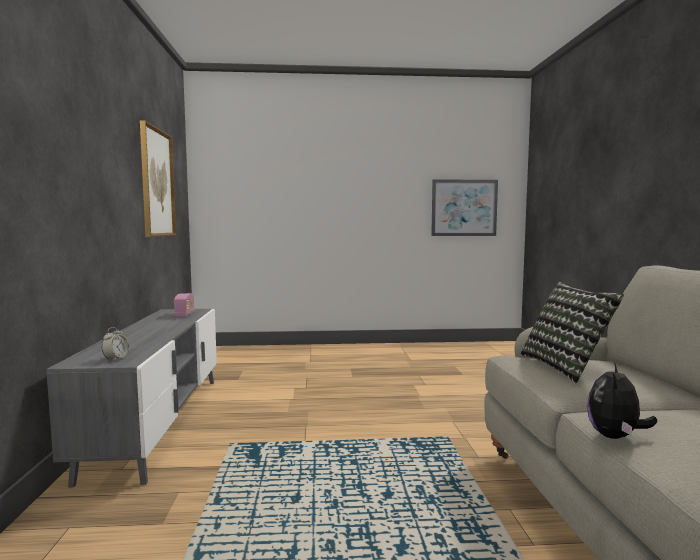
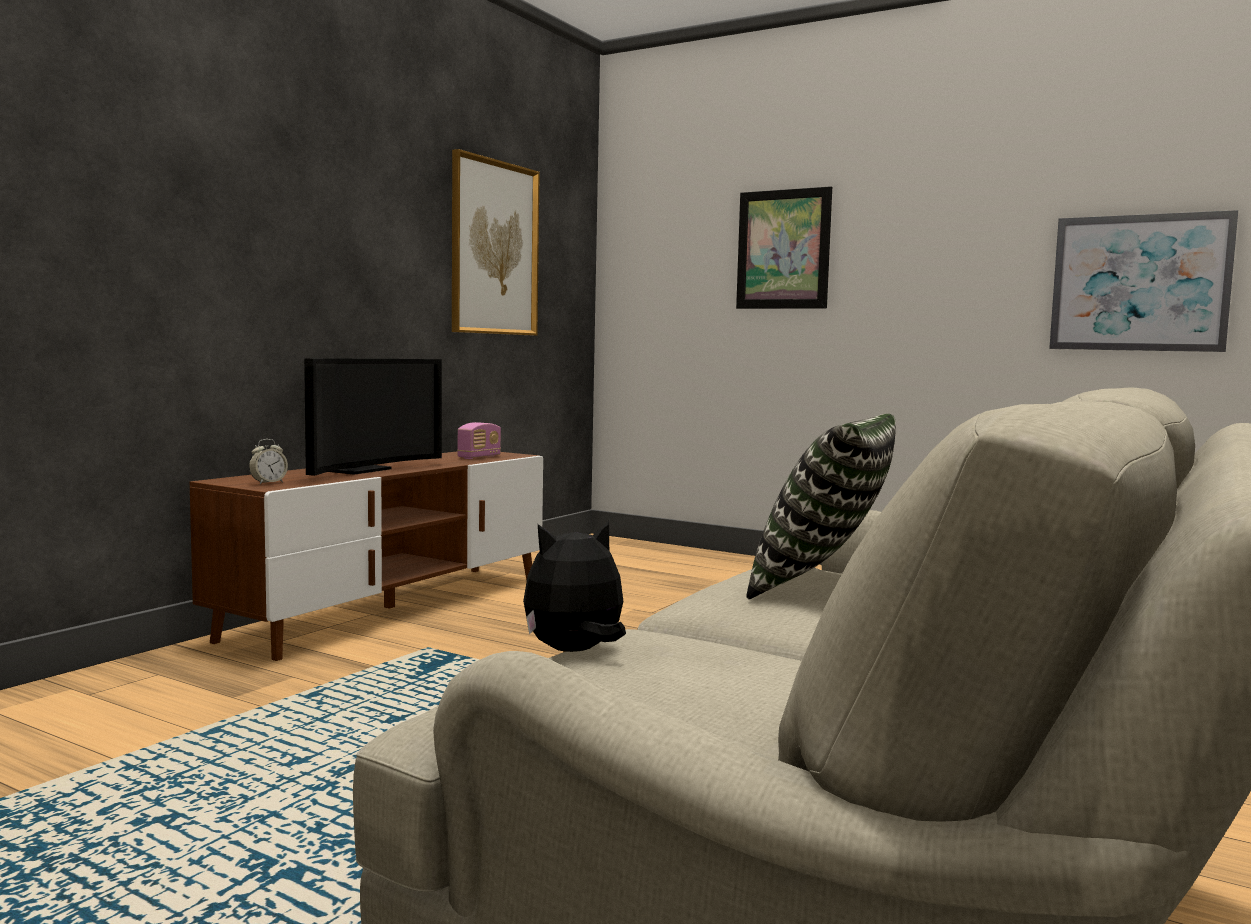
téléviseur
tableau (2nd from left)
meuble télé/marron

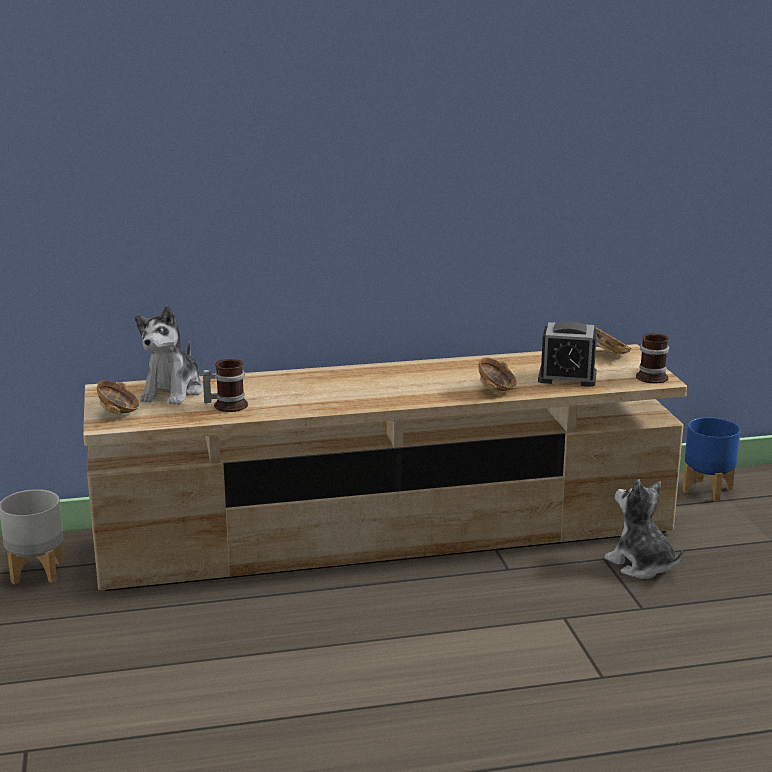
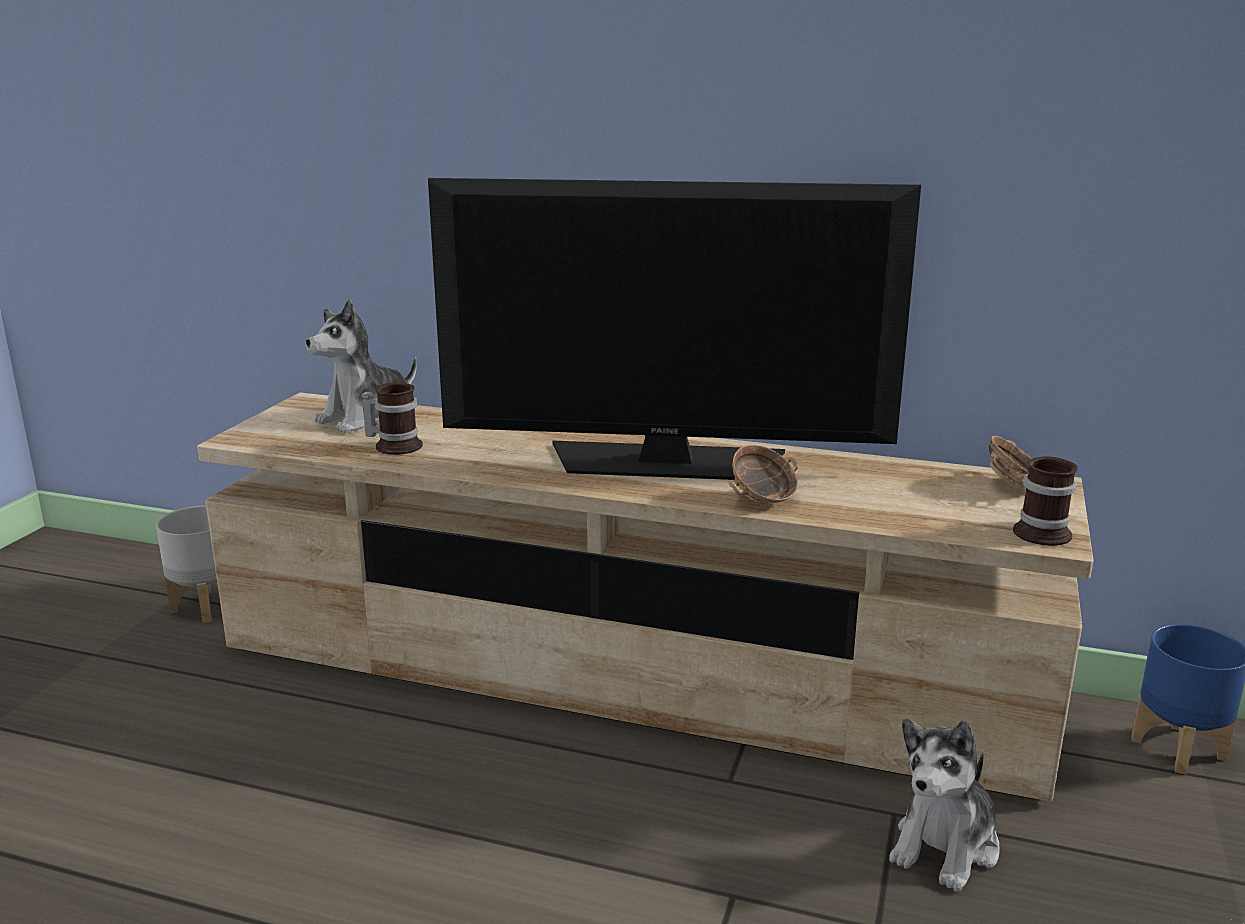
bol (1st from left in the first image)
réveil
téléviseur
peluche (2nd from left)

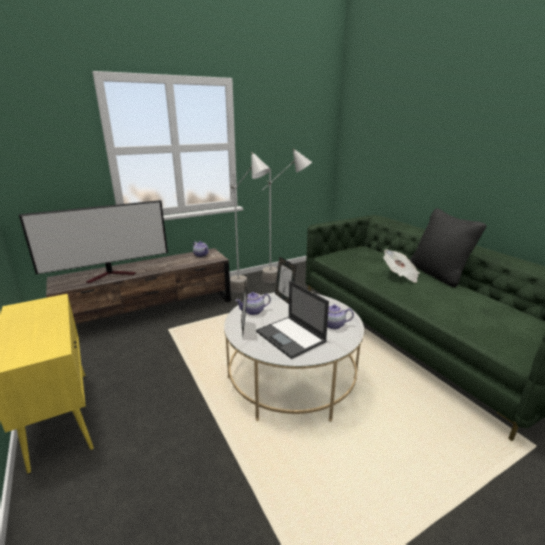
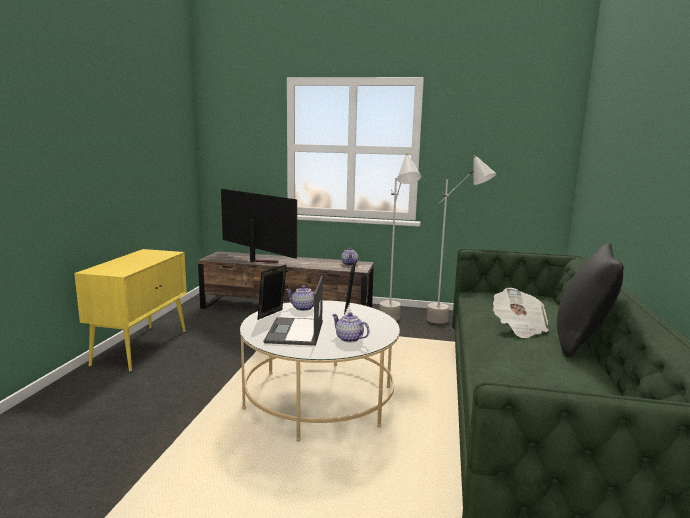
téléviseur

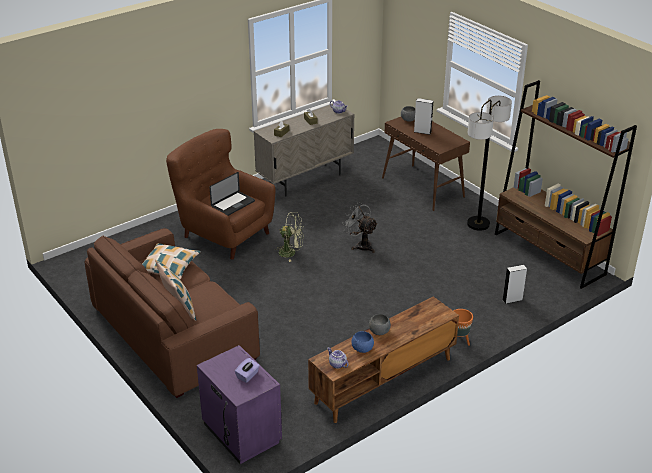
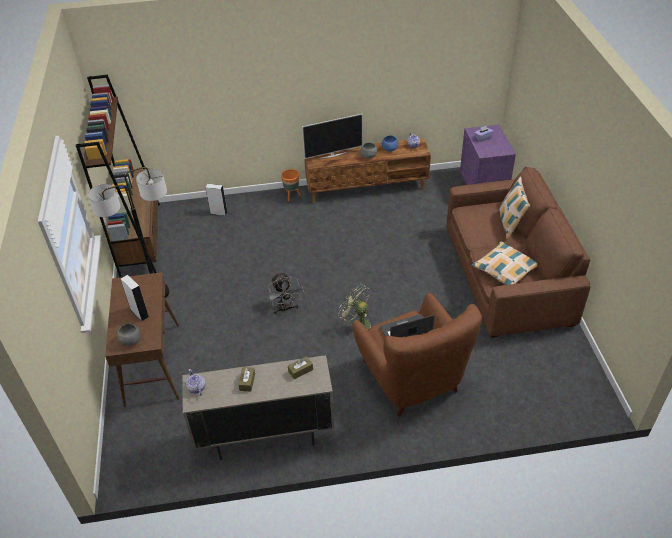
téléviseur

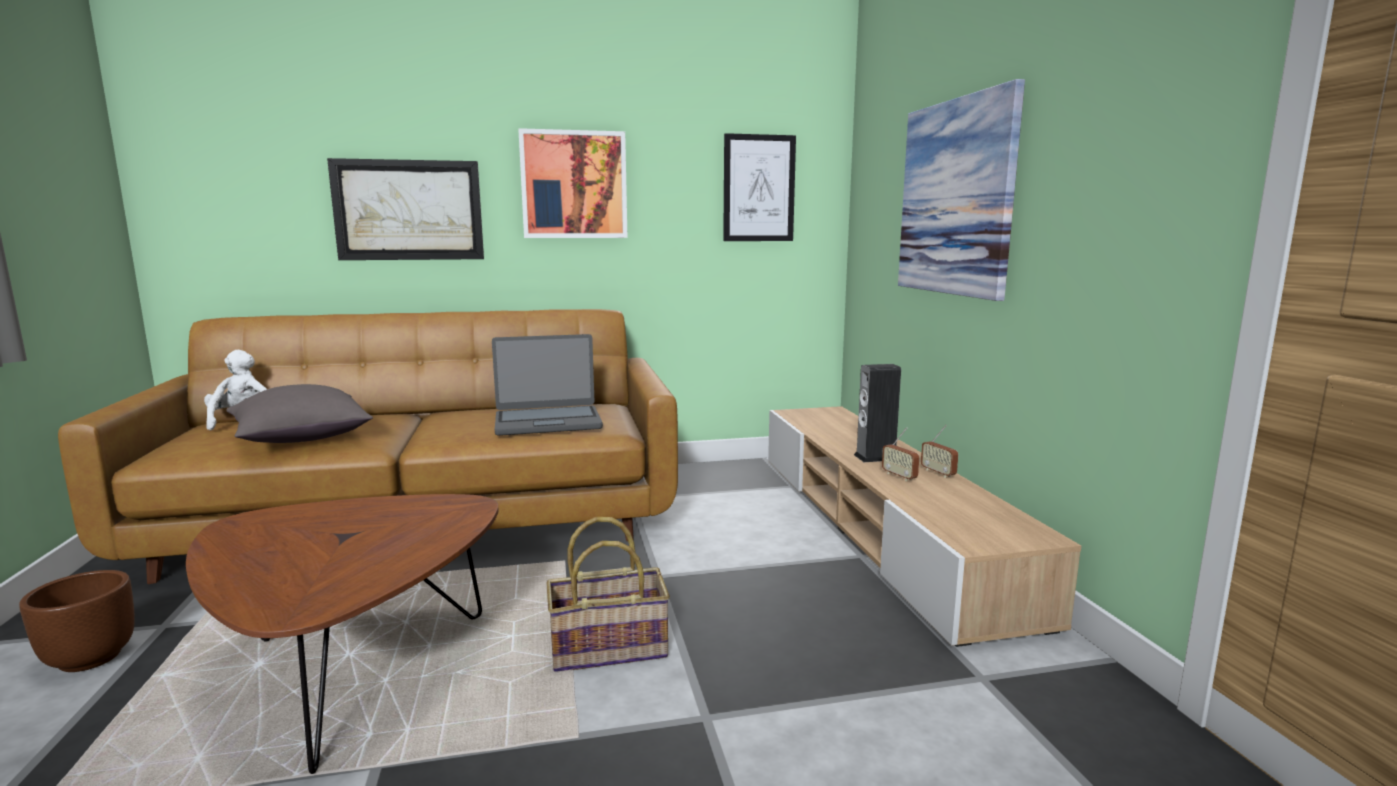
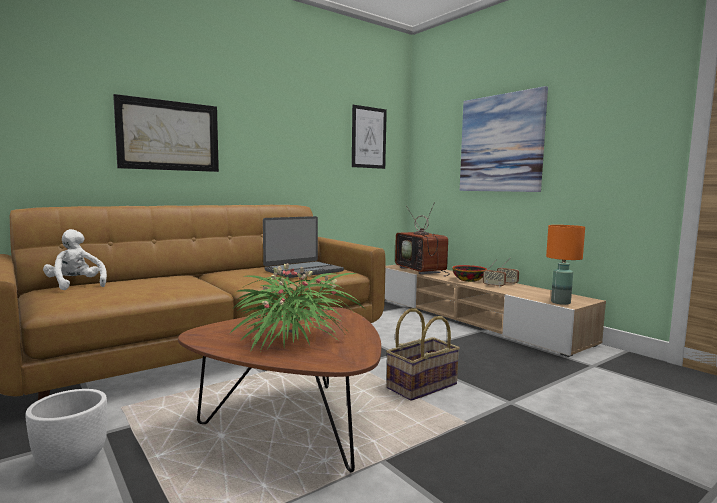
coussin/gris
tableau (2nd from left in the first image)
plante en pot
téléviseur
lampe de table/orange
bol
cache-pot/blanc

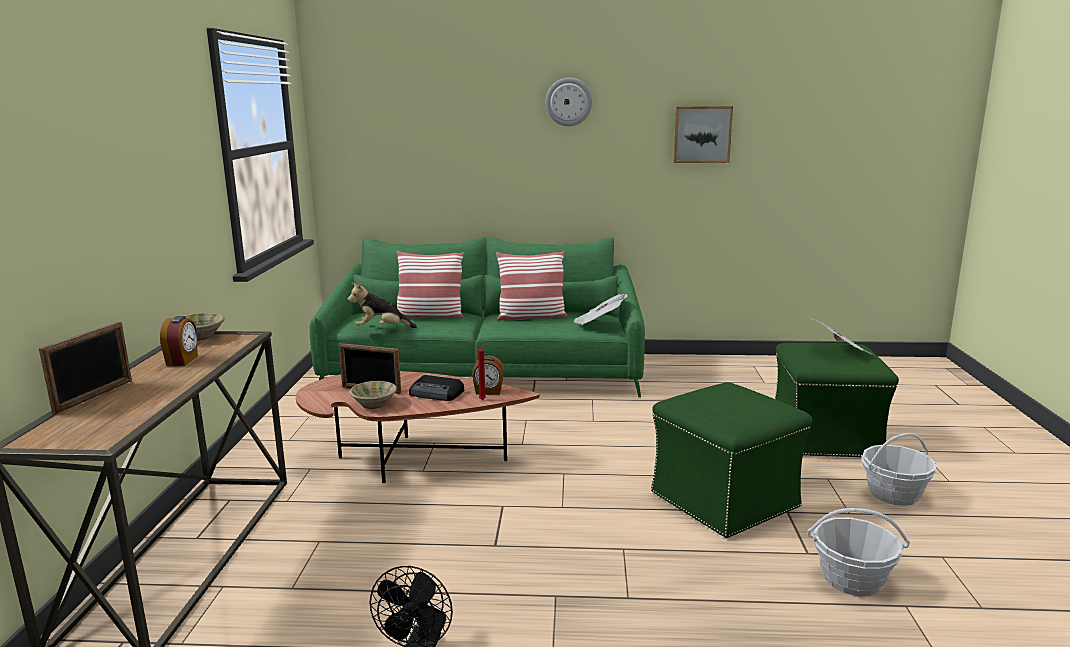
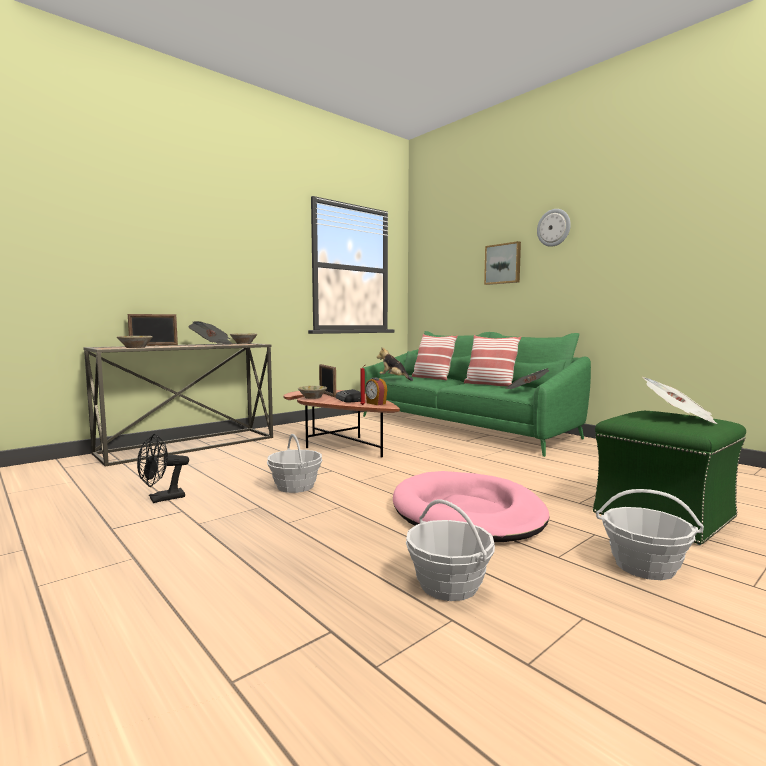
bol/beige (1st from left)
panier (1st from left)
tableau
journal (1st from left)
panier pour chien/rose

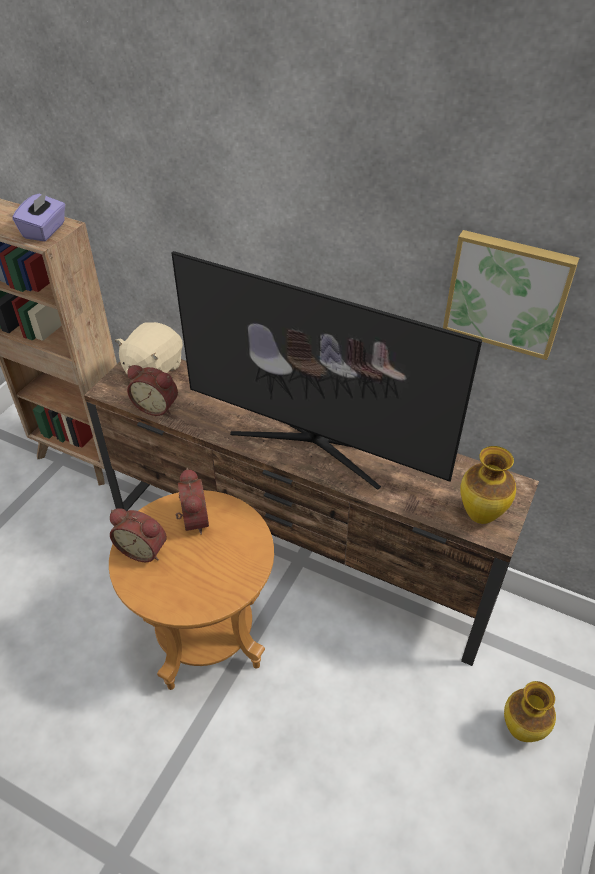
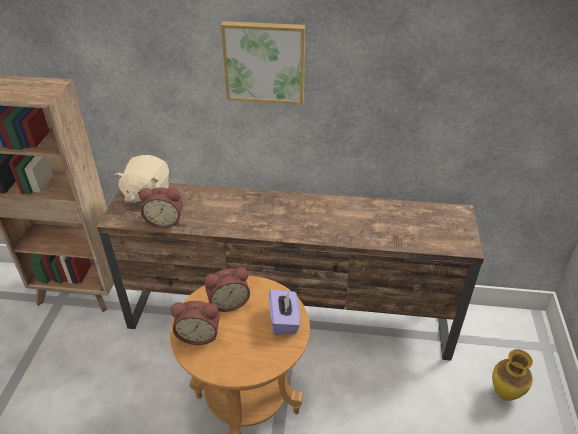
téléviseur
vase (1st from left in the first image)
boîte à mouchoirs/violet
tableau
réveil (3rd from left)

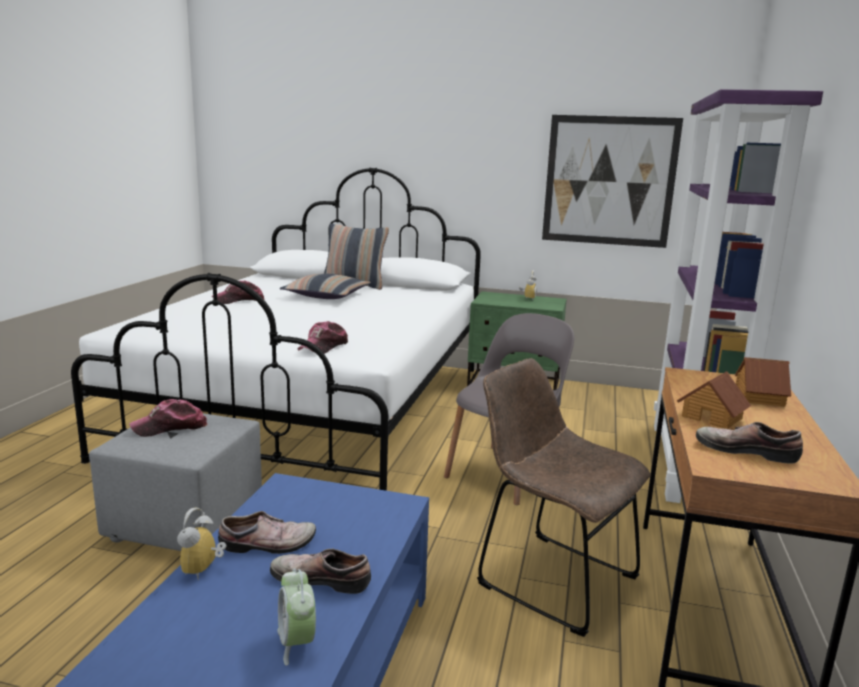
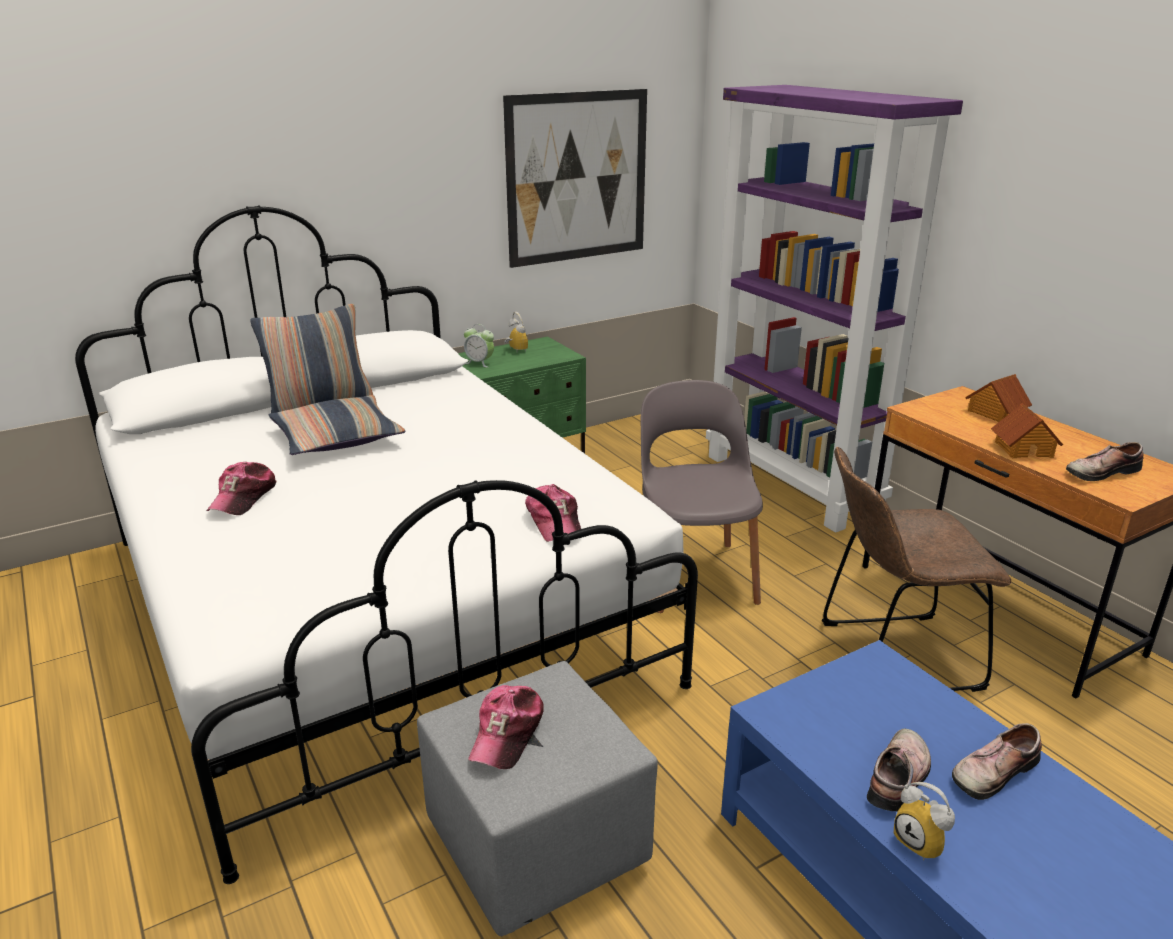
réveil (1st from left)

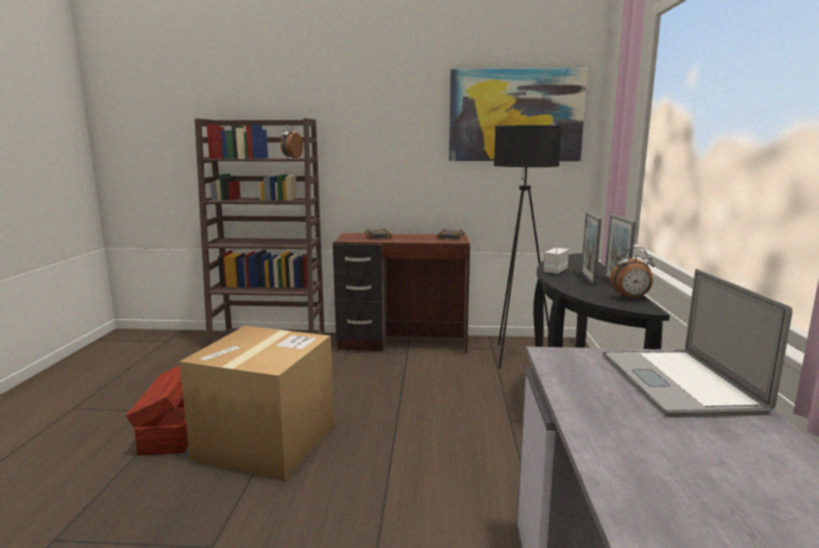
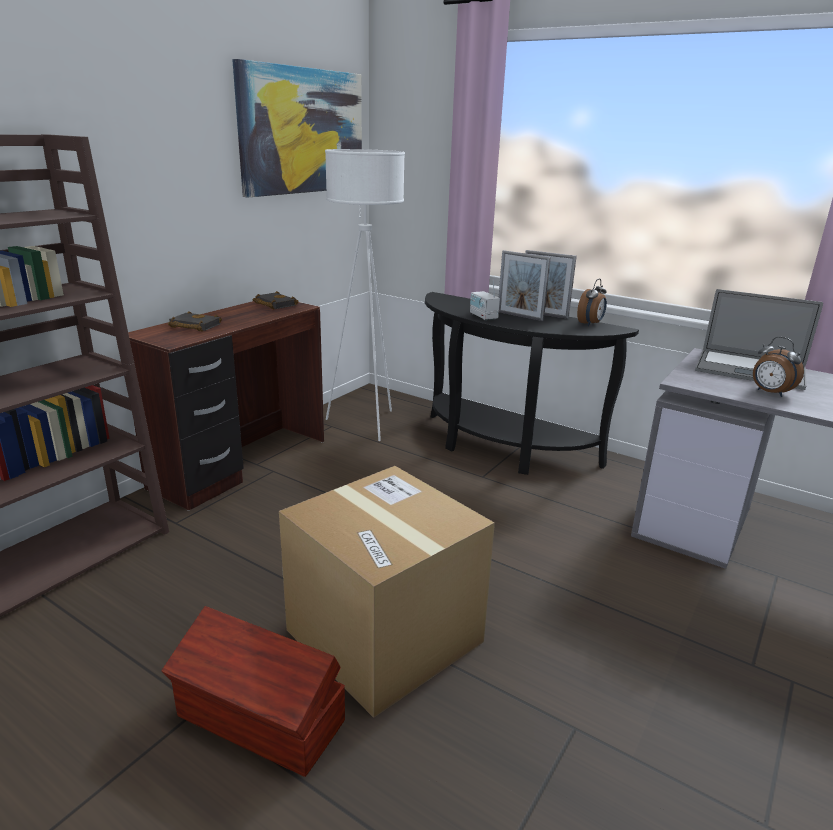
réveil (2nd from left)
lampadaire/blanc

